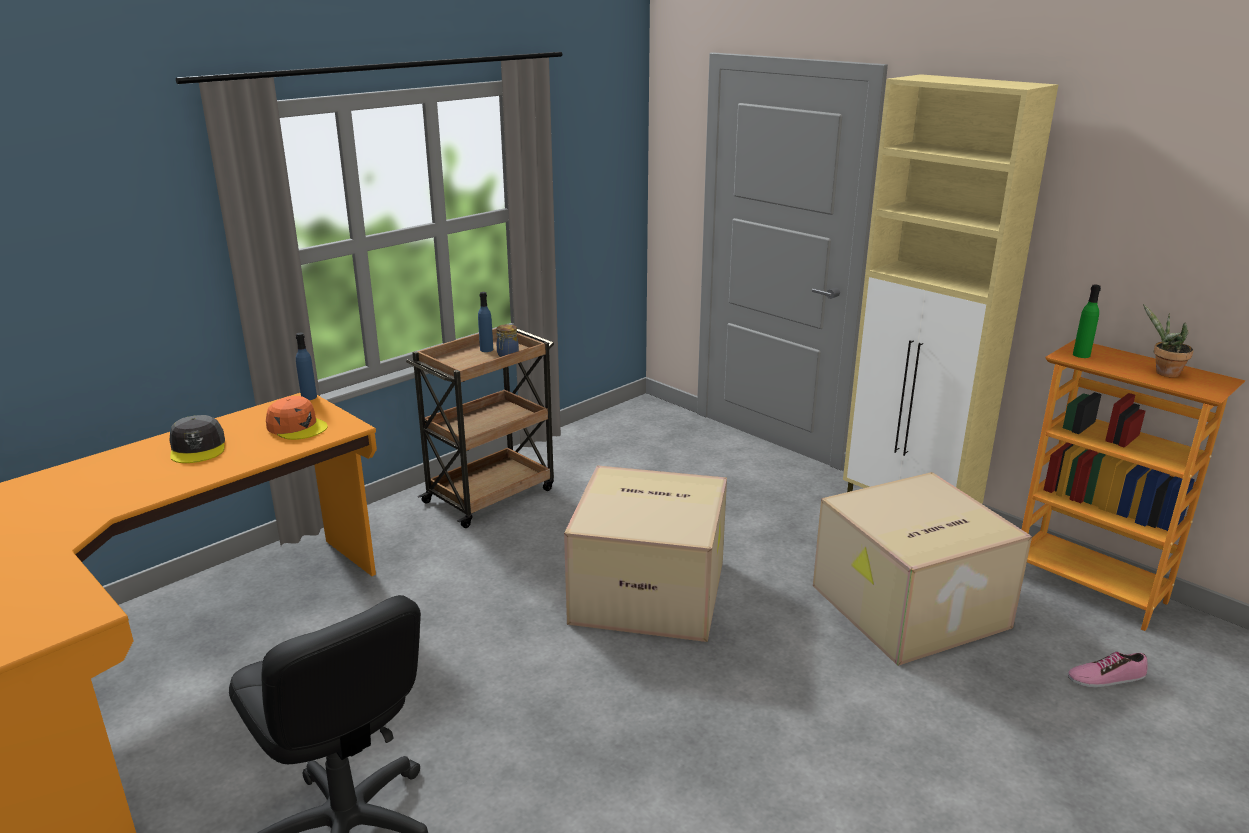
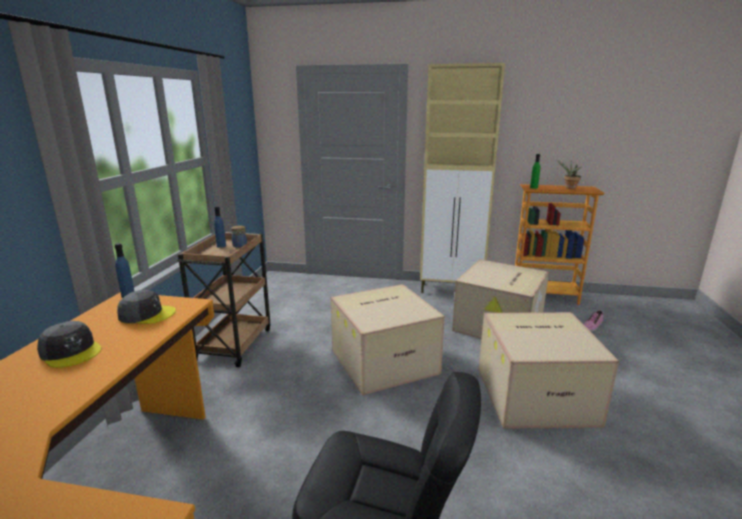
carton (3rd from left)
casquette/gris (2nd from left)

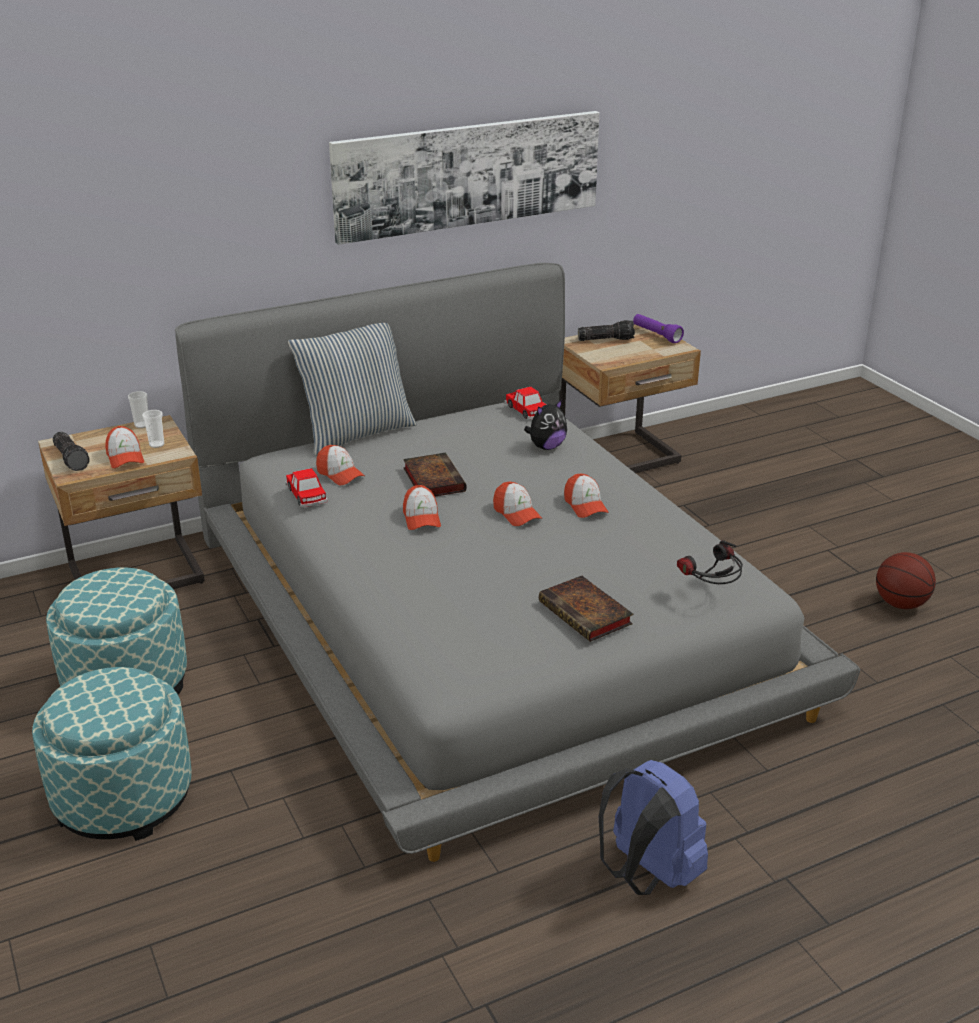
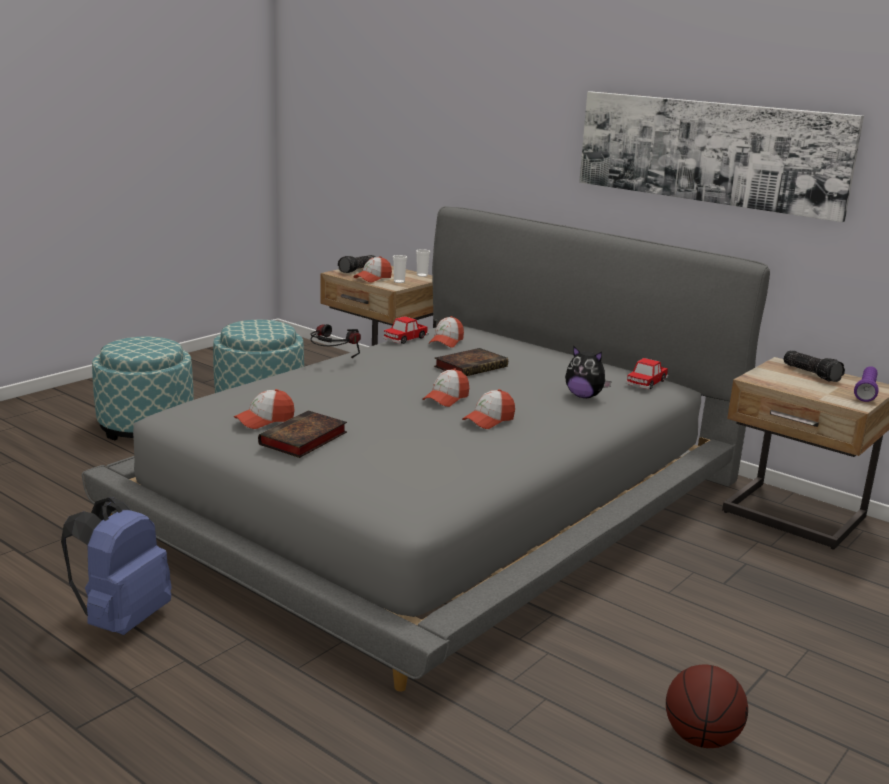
coussin
casquette (1st from left)
casque audio

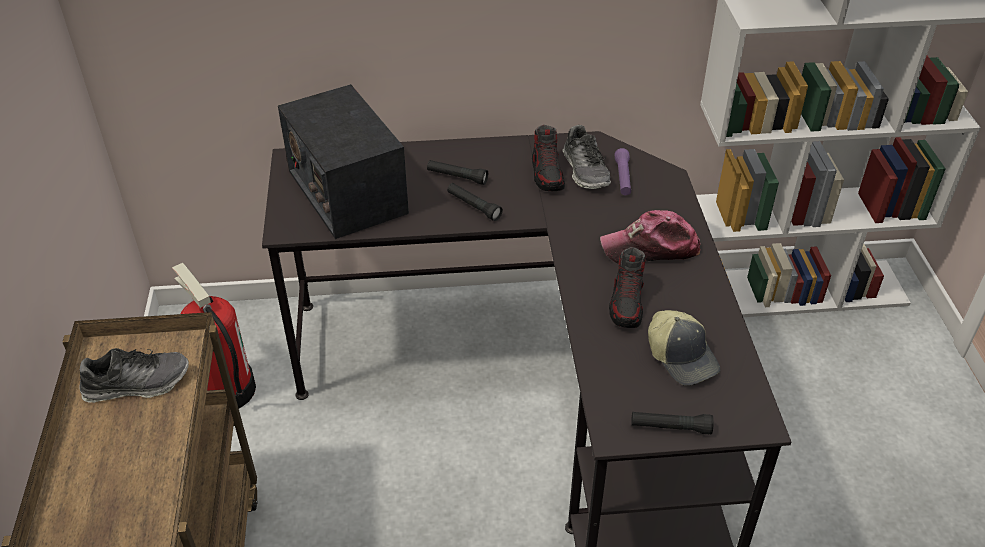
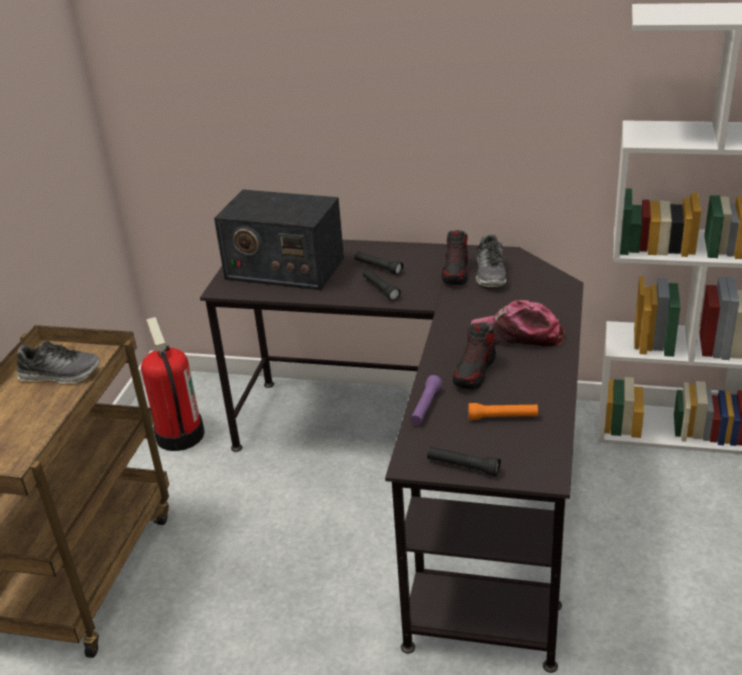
lampe de poche/violet
lampe de poche/orange
radio

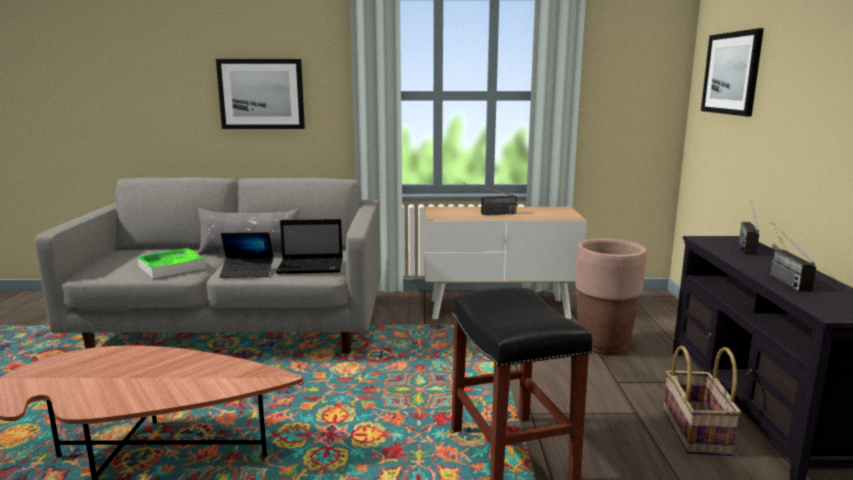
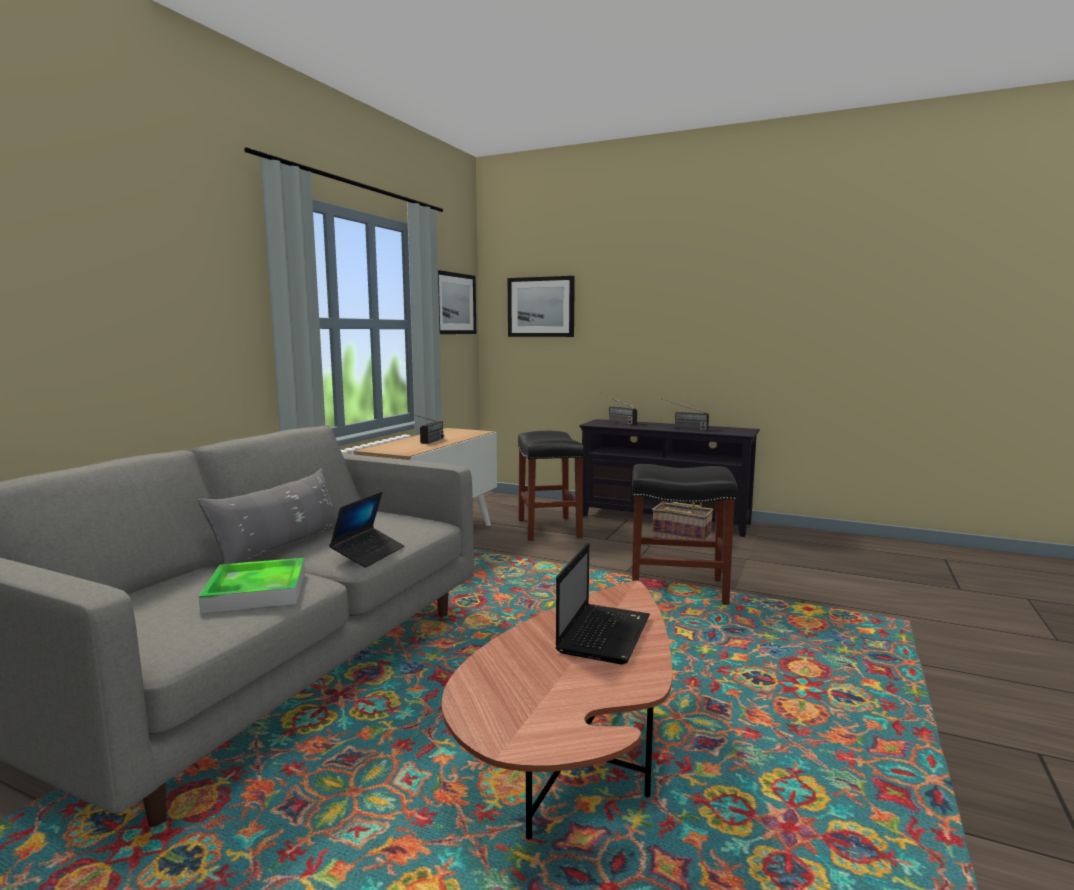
tableau (1st from left)
ordinateur portable (2nd from left)
tabouret/noir (1st from left)

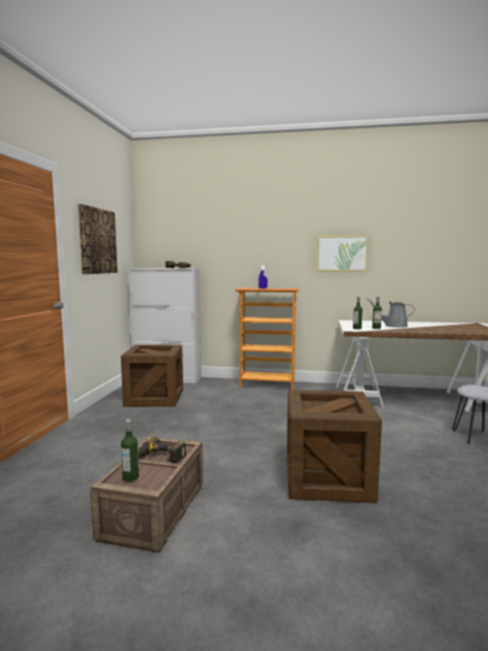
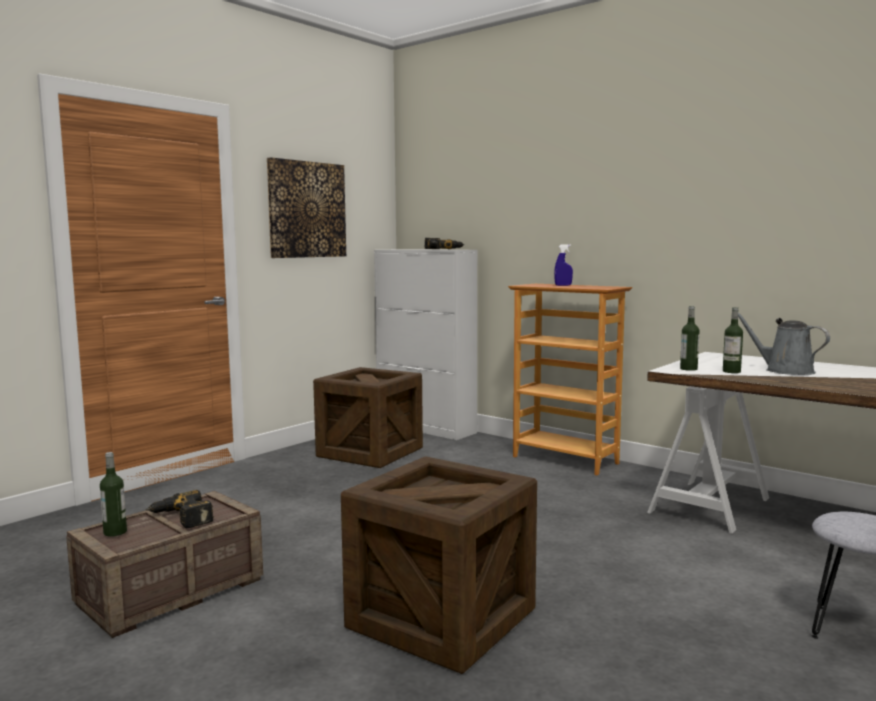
tableau (2nd from left in the first image)

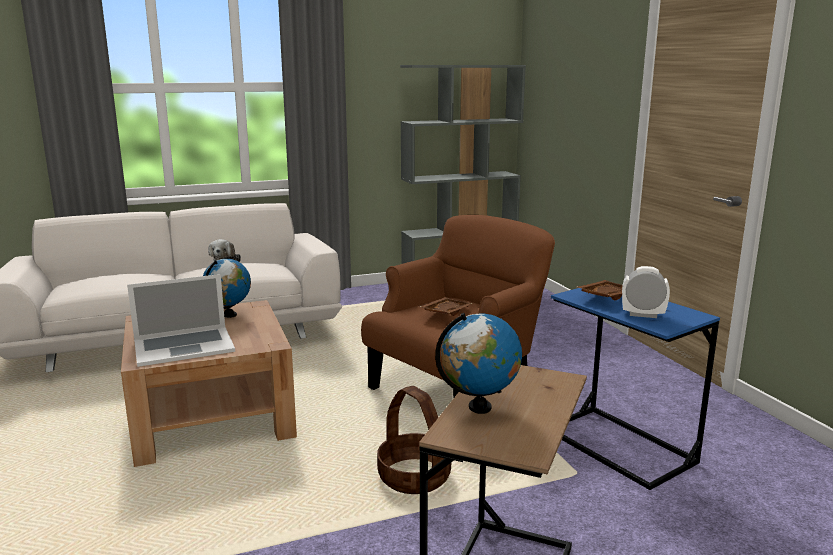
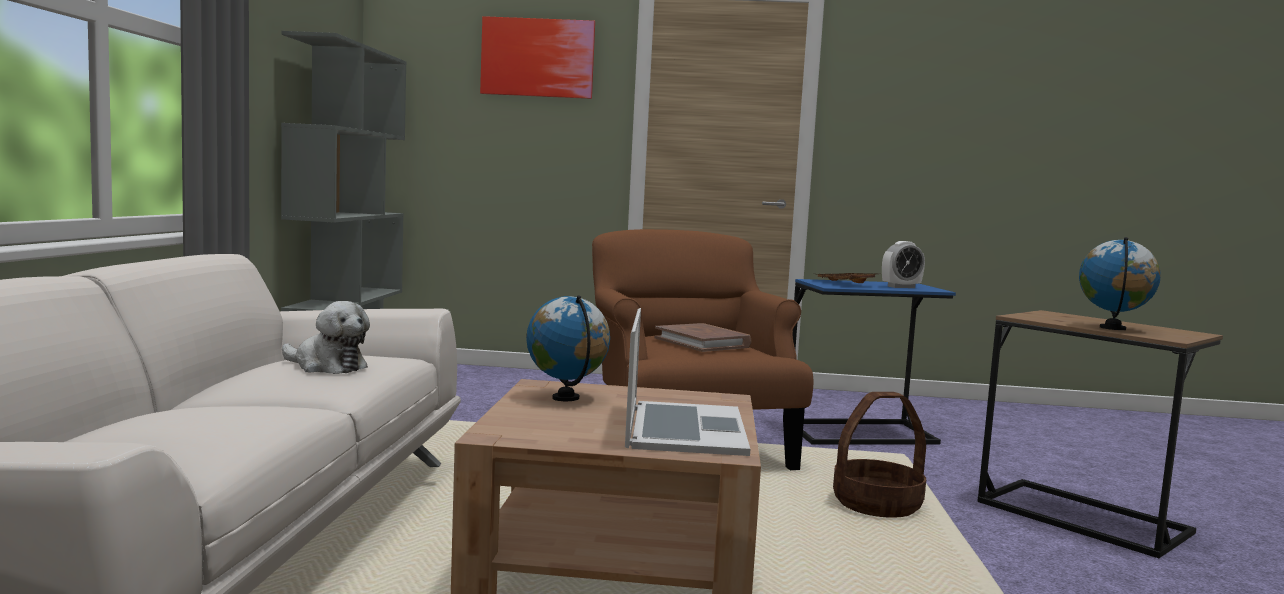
tableau
livre/marron
réveil

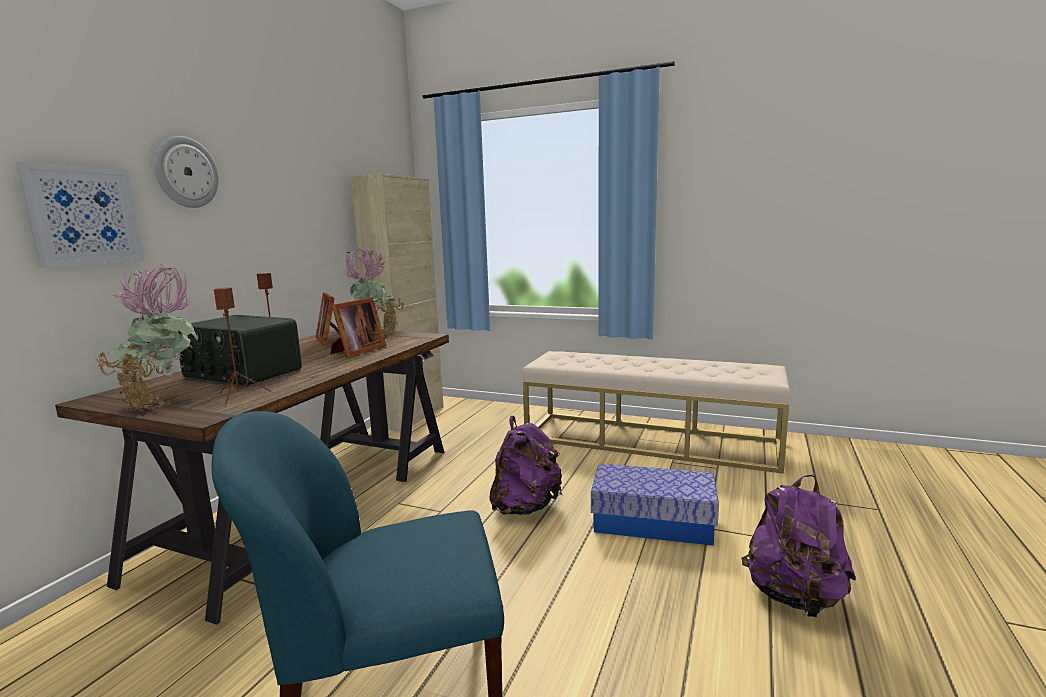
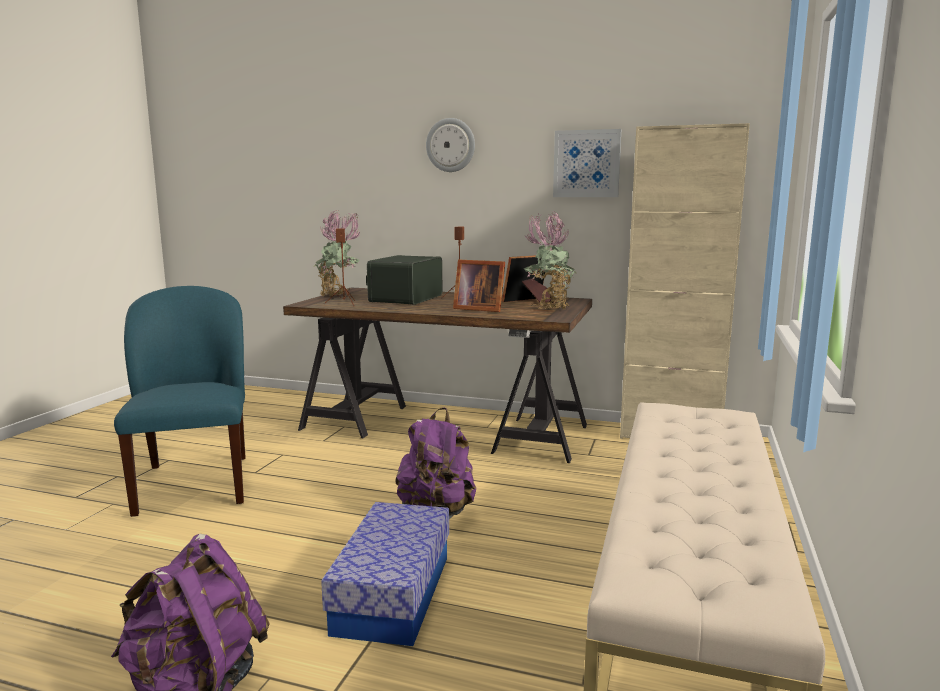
tableau

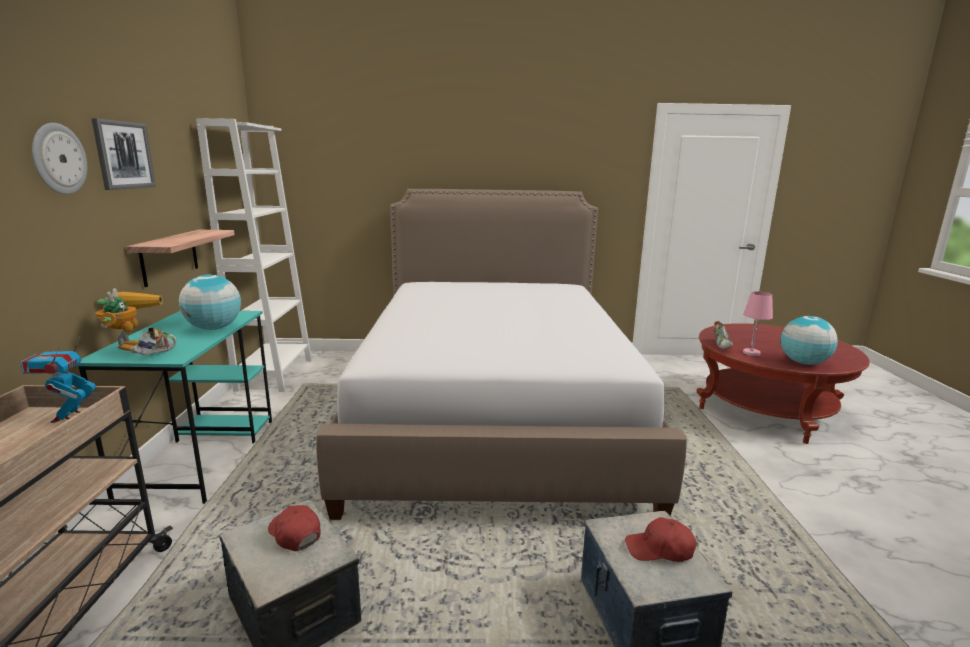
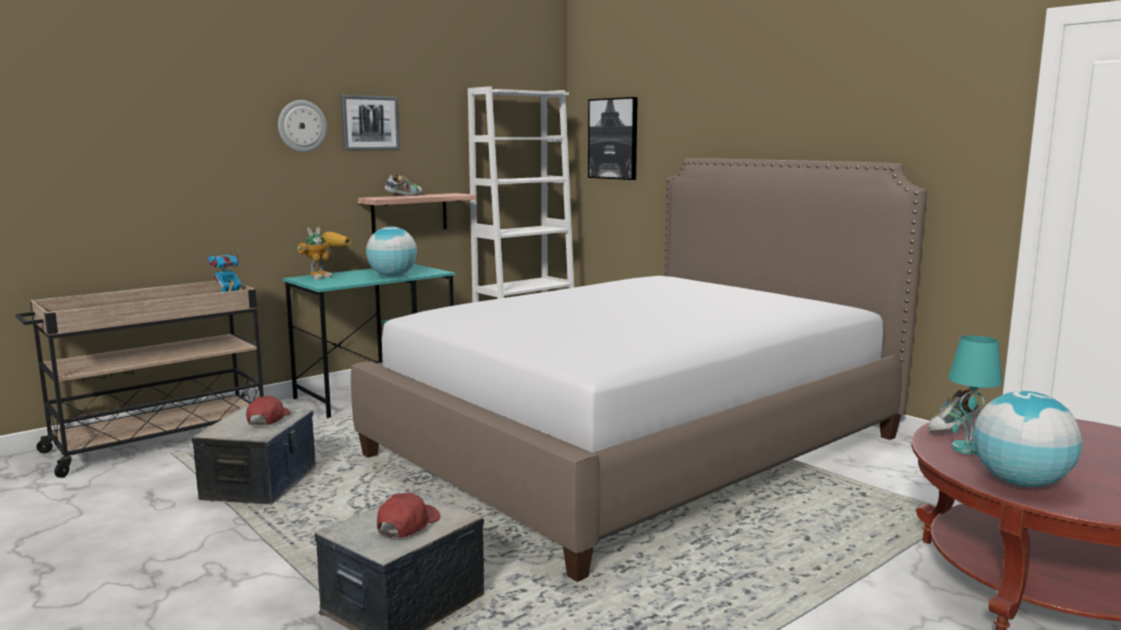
tableau (2nd from left)
chaussure (1st from left)
lampe de table/turquoise
casquette/rouge (2nd from left)

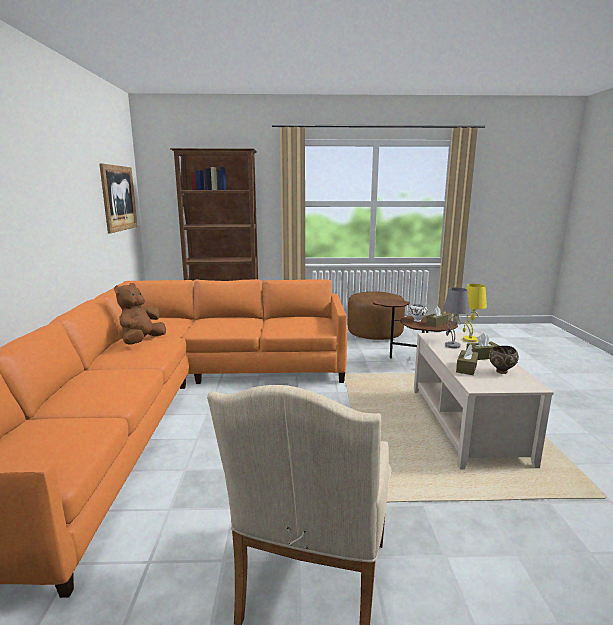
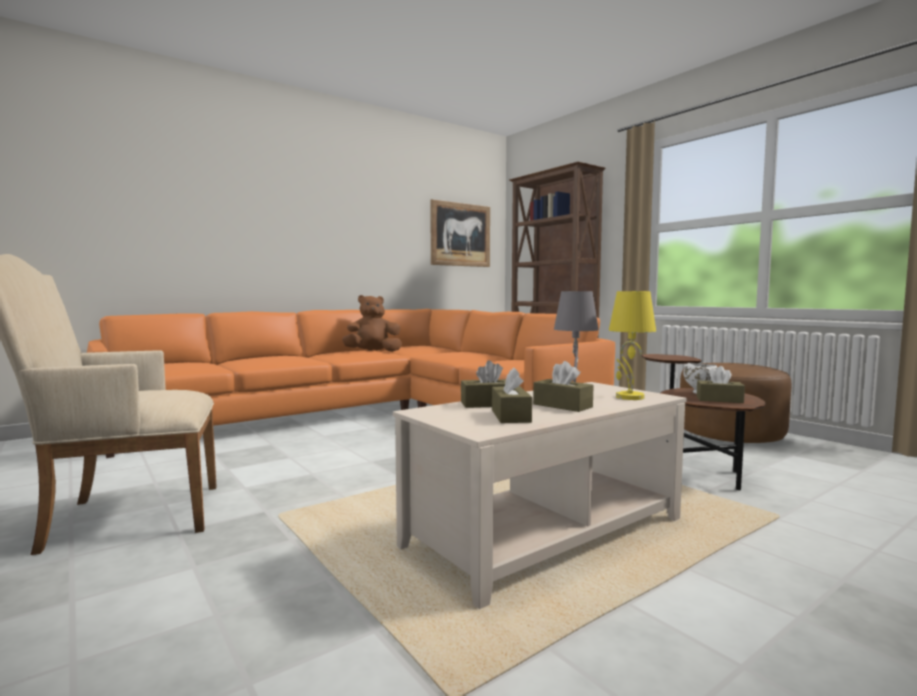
boîte à mouchoirs/marron (2nd from left)

